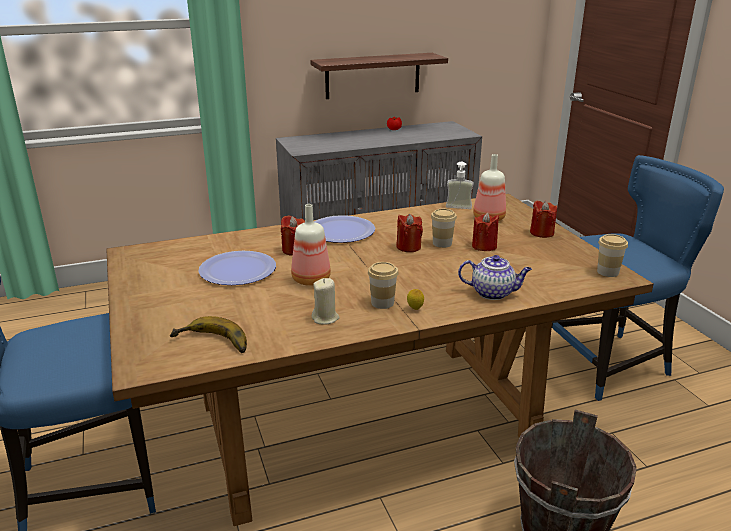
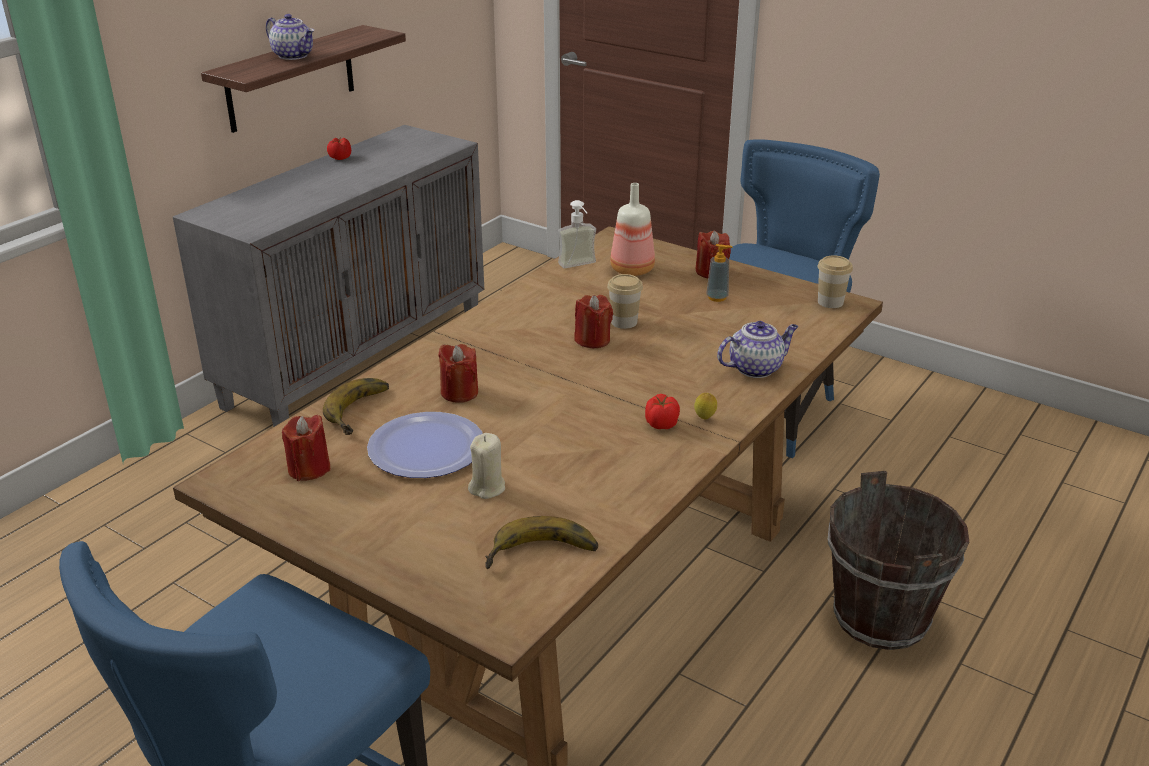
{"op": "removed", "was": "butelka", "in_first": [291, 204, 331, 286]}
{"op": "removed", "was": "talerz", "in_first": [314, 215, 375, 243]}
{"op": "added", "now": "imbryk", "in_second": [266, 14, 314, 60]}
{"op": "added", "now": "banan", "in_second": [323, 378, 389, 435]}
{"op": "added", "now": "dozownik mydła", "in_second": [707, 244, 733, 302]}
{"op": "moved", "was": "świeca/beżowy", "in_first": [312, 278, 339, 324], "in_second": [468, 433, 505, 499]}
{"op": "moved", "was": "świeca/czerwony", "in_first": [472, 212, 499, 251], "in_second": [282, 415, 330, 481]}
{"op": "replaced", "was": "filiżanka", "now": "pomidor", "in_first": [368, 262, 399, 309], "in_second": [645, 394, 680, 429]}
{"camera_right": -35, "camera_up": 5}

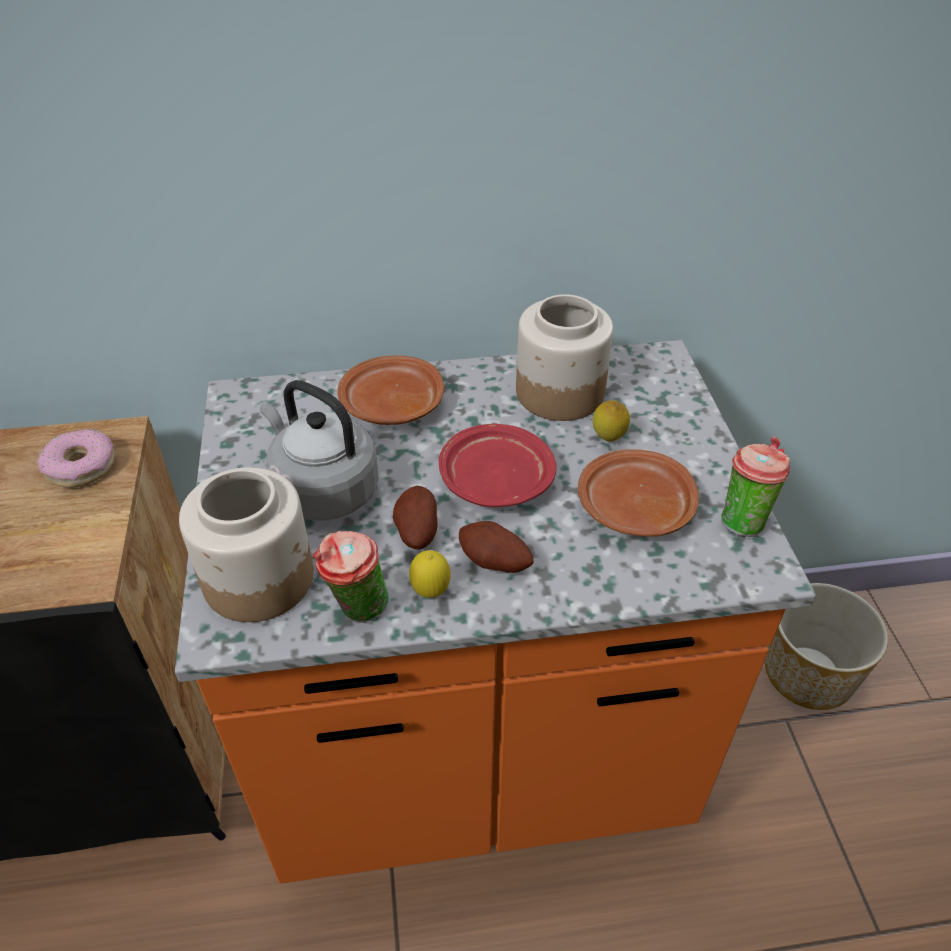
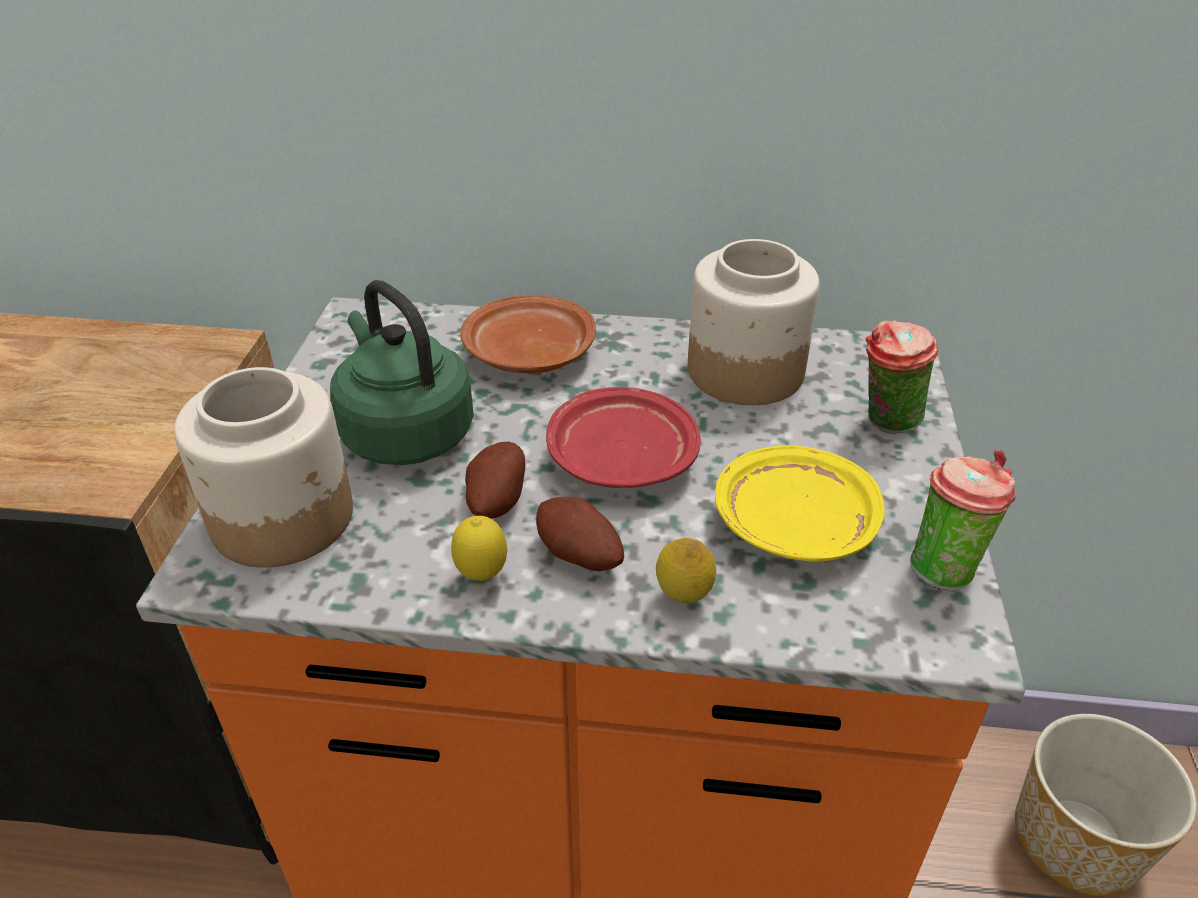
{"op": "removed", "was": "donut", "in_first": [38, 429, 115, 488]}
{"op": "moved", "was": "filiżanka", "in_first": [313, 531, 389, 623], "in_second": [865, 320, 939, 434]}
{"op": "moved", "was": "cytryna", "in_first": [593, 400, 630, 442], "in_second": [656, 538, 716, 604]}
{"op": "recoloured", "was": "czajnik/szary", "now": "czajnik/zielony", "in_first": [260, 380, 379, 521], "in_second": [330, 280, 474, 465]}
{"op": "recoloured", "was": "talerz/brązowy", "now": "talerz/żółty", "in_first": [578, 449, 699, 537], "in_second": [715, 445, 885, 562]}
{"camera_right": 15, "camera_up": -5}

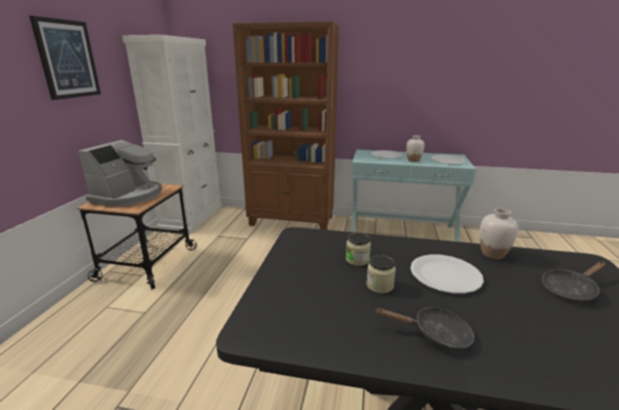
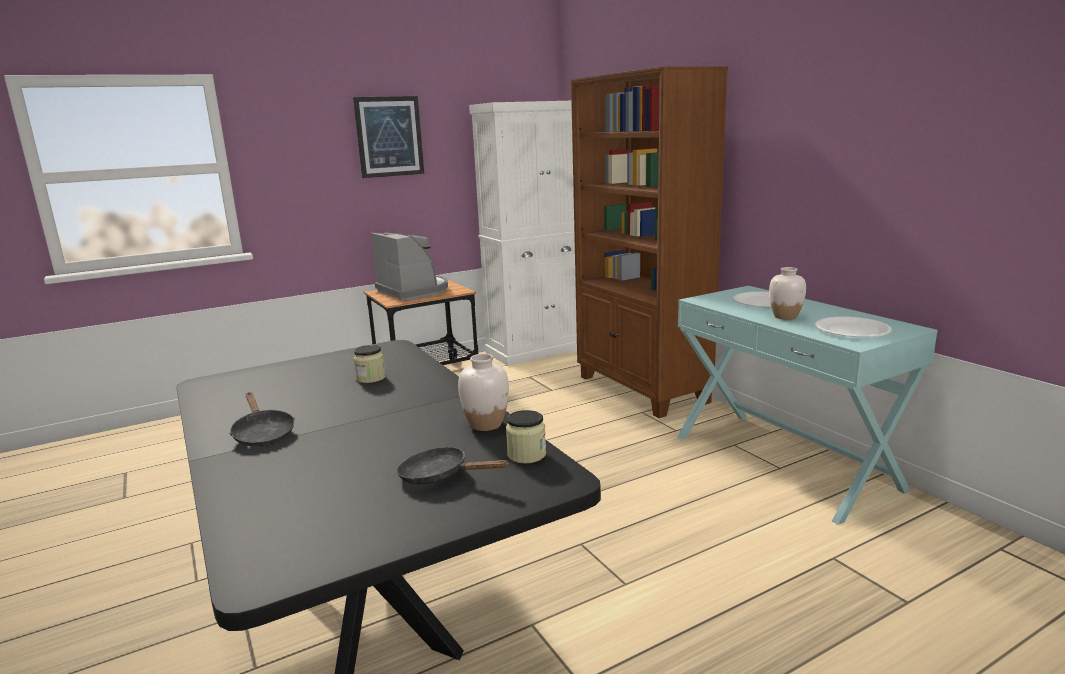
{"op": "removed", "was": "talerz/biały", "in_first": [411, 254, 484, 294]}
{"op": "moved", "was": "słoik", "in_first": [366, 255, 396, 293], "in_second": [506, 410, 546, 464]}
{"op": "turned", "was": "ekspres do kawy", "in_first": [78, 140, 162, 207], "in_second": [371, 233, 448, 301], "clockwise": -105}
{"camera_right": 50, "camera_up": -5}

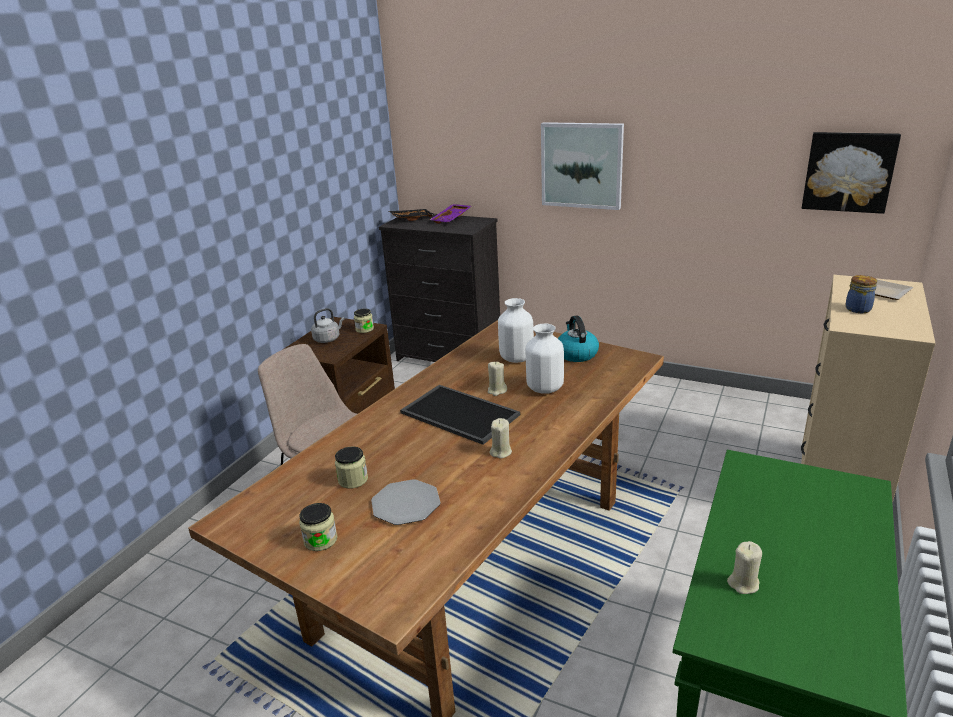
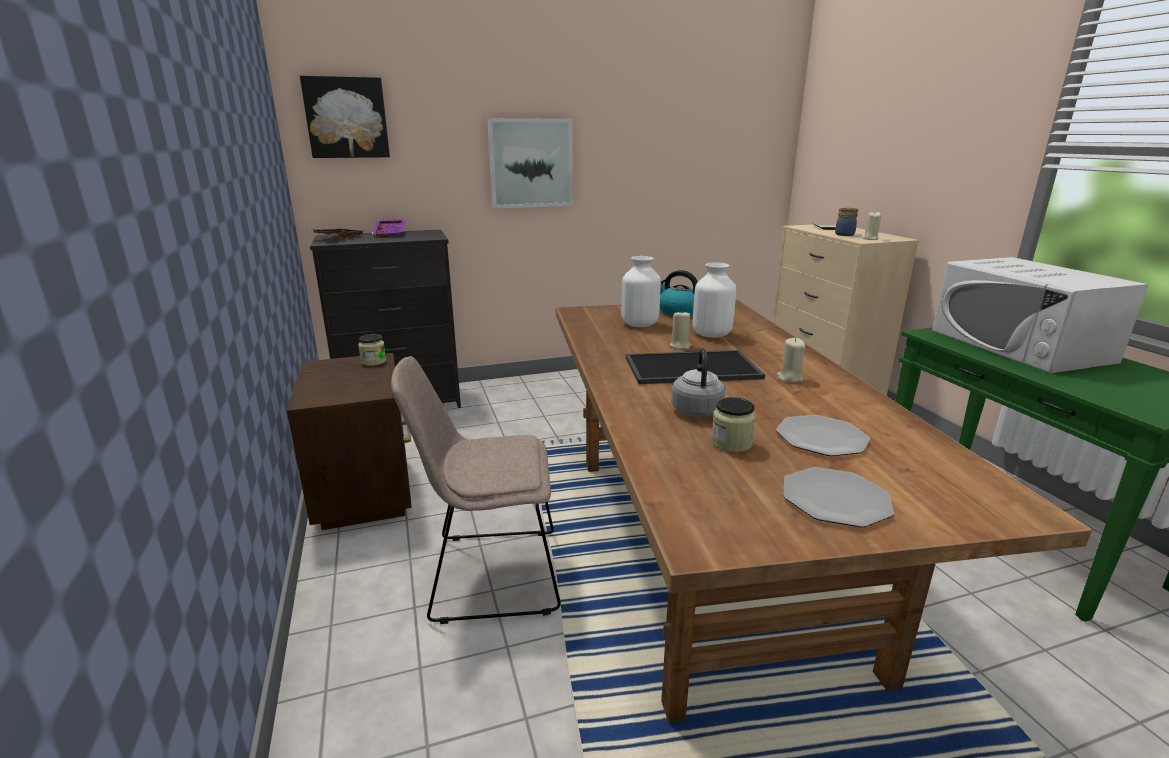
{"op": "added", "now": "mikrofalówka/biały", "in_second": [932, 257, 1149, 373]}
{"op": "moved", "was": "czajnik/szary", "in_first": [311, 308, 344, 343], "in_second": [671, 348, 725, 417]}
{"op": "moved", "was": "świeca/beżowy", "in_first": [727, 541, 762, 594], "in_second": [862, 212, 881, 240]}
{"op": "moved", "was": "obraz", "in_first": [802, 132, 901, 214], "in_second": [300, 76, 390, 158]}
{"op": "replaced", "was": "słoik", "now": "talerz", "in_first": [299, 503, 338, 551], "in_second": [783, 467, 894, 527]}
{"camera_right": -45, "camera_up": -5}

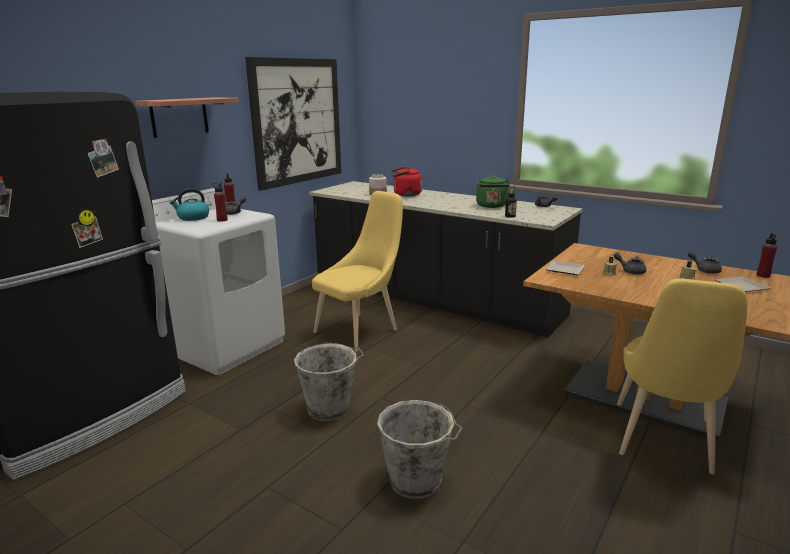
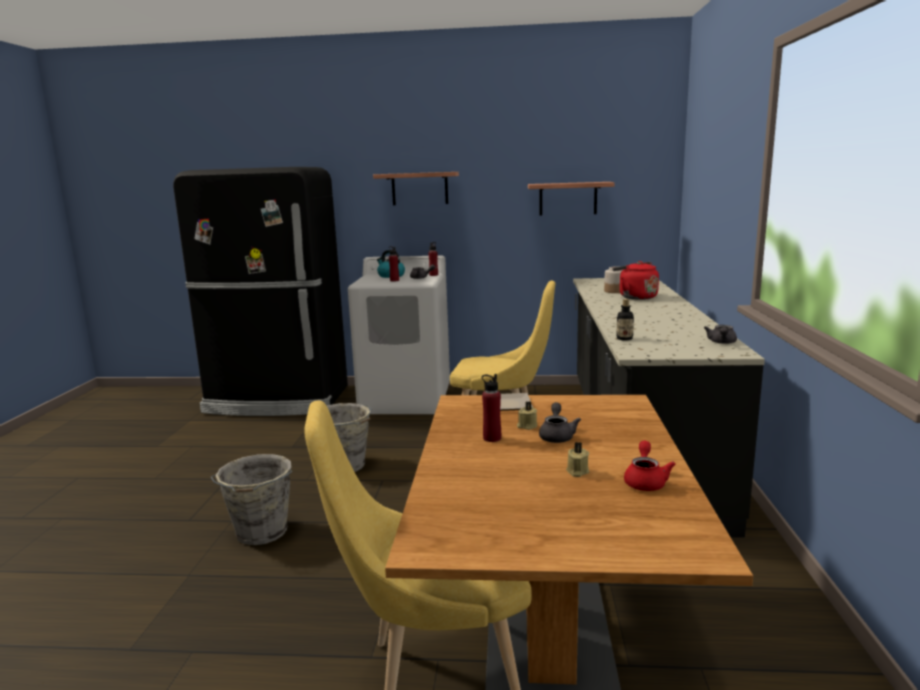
{"op": "removed", "was": "czajnik/zielony", "in_first": [476, 175, 516, 208]}
{"op": "removed", "was": "talerz", "in_first": [716, 276, 771, 292]}
{"op": "moved", "was": "butelka/czerwony", "in_first": [756, 233, 777, 278], "in_second": [482, 374, 501, 442]}
{"op": "replaced", "was": "obraz", "now": "półka", "in_first": [245, 57, 341, 191], "in_second": [528, 182, 614, 216]}
{"op": "recoloured", "was": "imbryk/szary", "now": "imbryk/czerwony", "in_first": [688, 251, 722, 274], "in_second": [624, 441, 676, 491]}
{"camera_right": 60, "camera_up": -5}

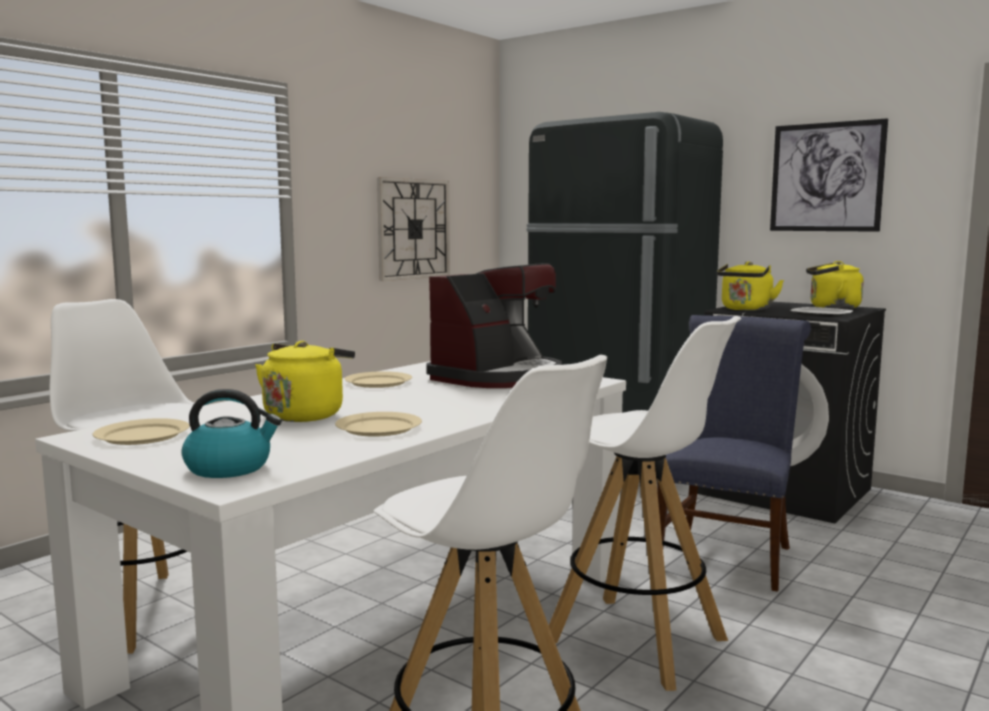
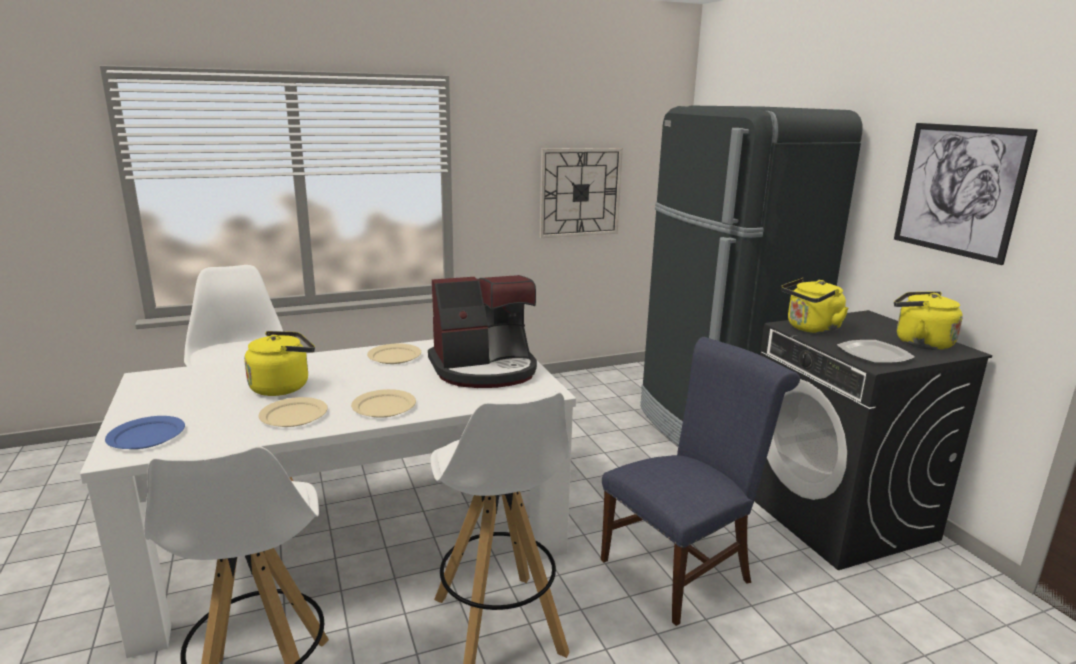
{"op": "moved", "was": "talerz/beżowy", "in_first": [93, 418, 190, 445], "in_second": [351, 389, 416, 418]}
{"op": "replaced", "was": "czajnik", "now": "talerz/niebieski", "in_first": [182, 389, 282, 478], "in_second": [105, 416, 185, 449]}
{"camera_right": 30, "camera_up": 10}

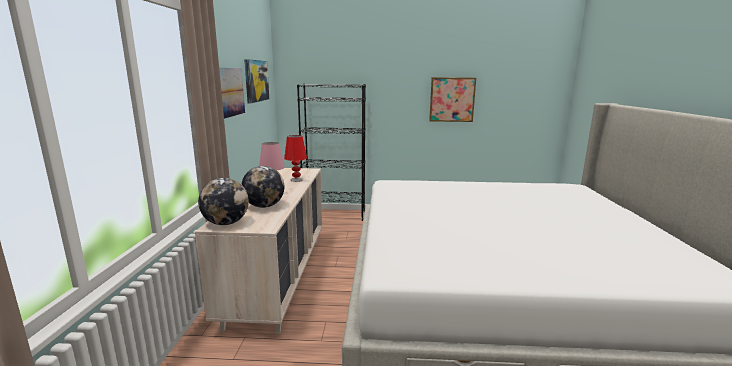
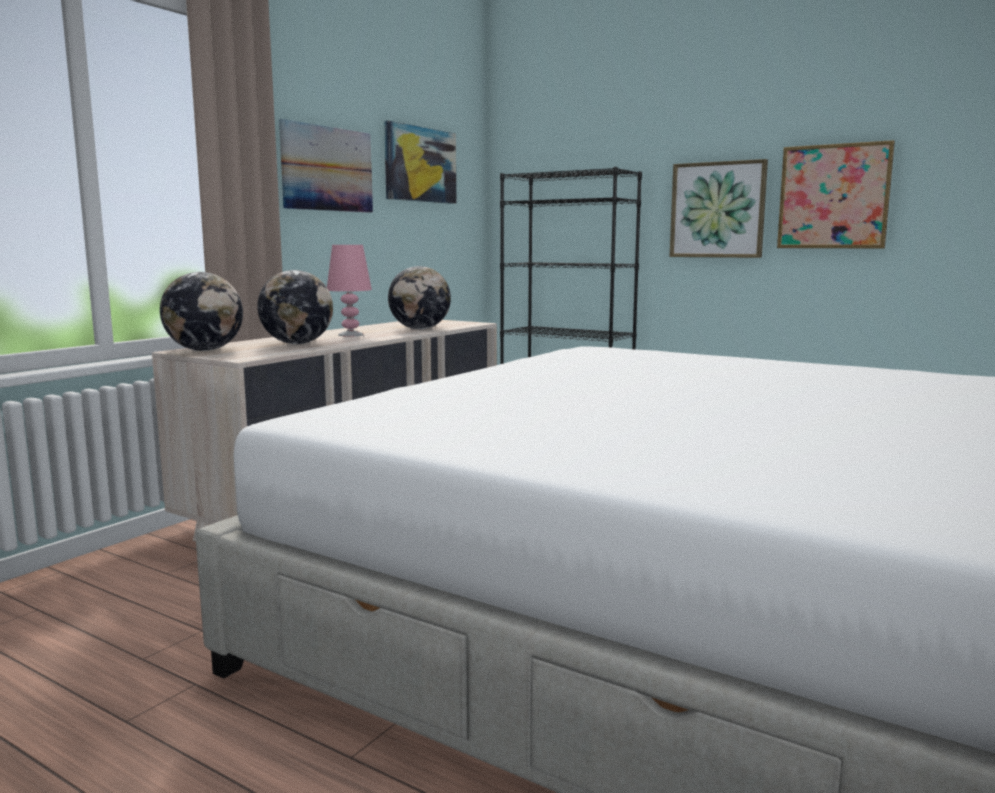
{"op": "added", "now": "obraz", "in_second": [670, 159, 768, 258]}
{"op": "replaced", "was": "lampa stołowa/czerwony", "now": "globus", "in_first": [284, 135, 307, 182], "in_second": [388, 266, 451, 329]}
{"camera_right": 30, "camera_up": -5}

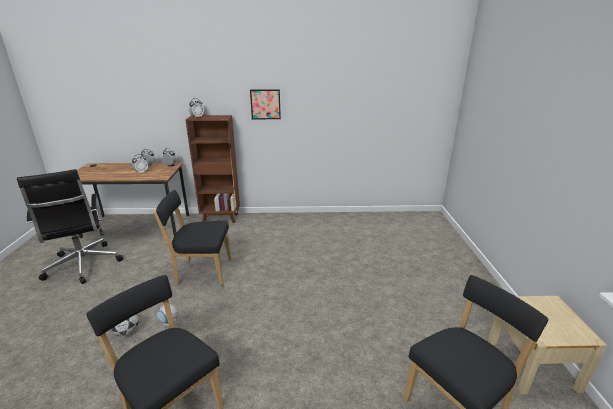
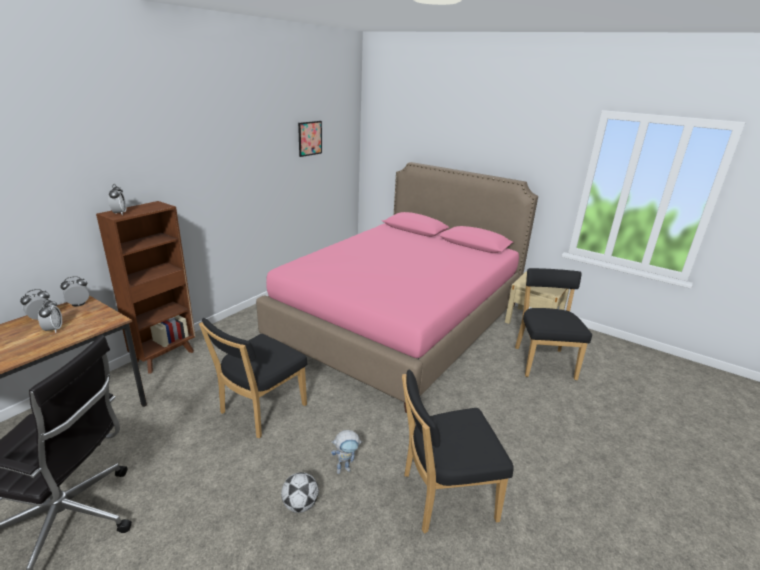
{"op": "added", "now": "łóżko/różowy", "in_second": [256, 162, 538, 413]}
{"op": "moved", "was": "obraz", "in_first": [250, 89, 281, 119], "in_second": [298, 121, 322, 157]}
{"camera_right": -55, "camera_up": 0}

